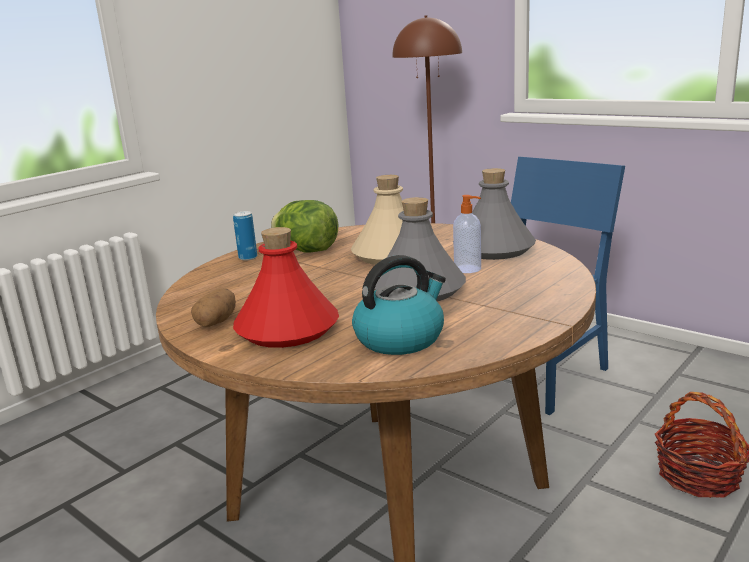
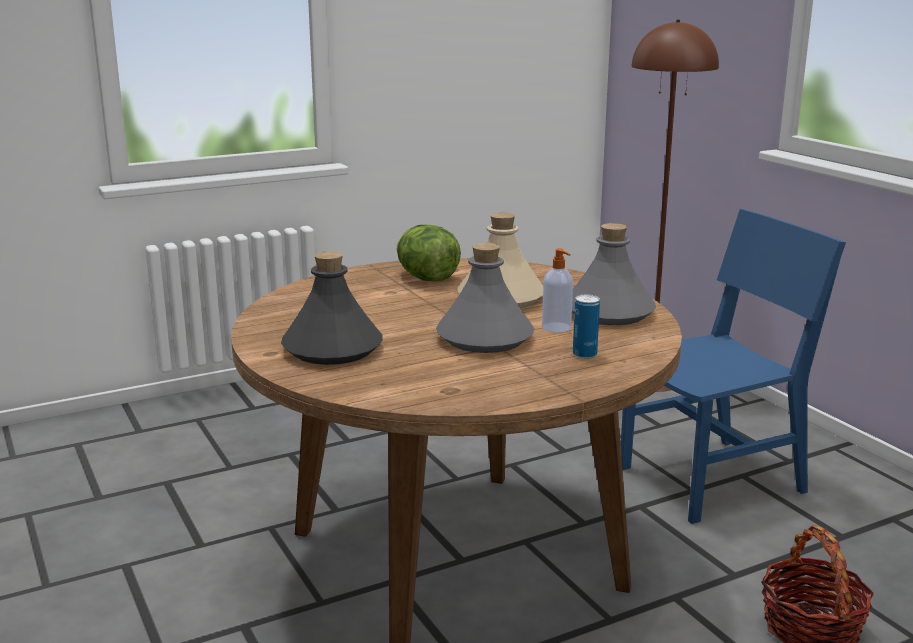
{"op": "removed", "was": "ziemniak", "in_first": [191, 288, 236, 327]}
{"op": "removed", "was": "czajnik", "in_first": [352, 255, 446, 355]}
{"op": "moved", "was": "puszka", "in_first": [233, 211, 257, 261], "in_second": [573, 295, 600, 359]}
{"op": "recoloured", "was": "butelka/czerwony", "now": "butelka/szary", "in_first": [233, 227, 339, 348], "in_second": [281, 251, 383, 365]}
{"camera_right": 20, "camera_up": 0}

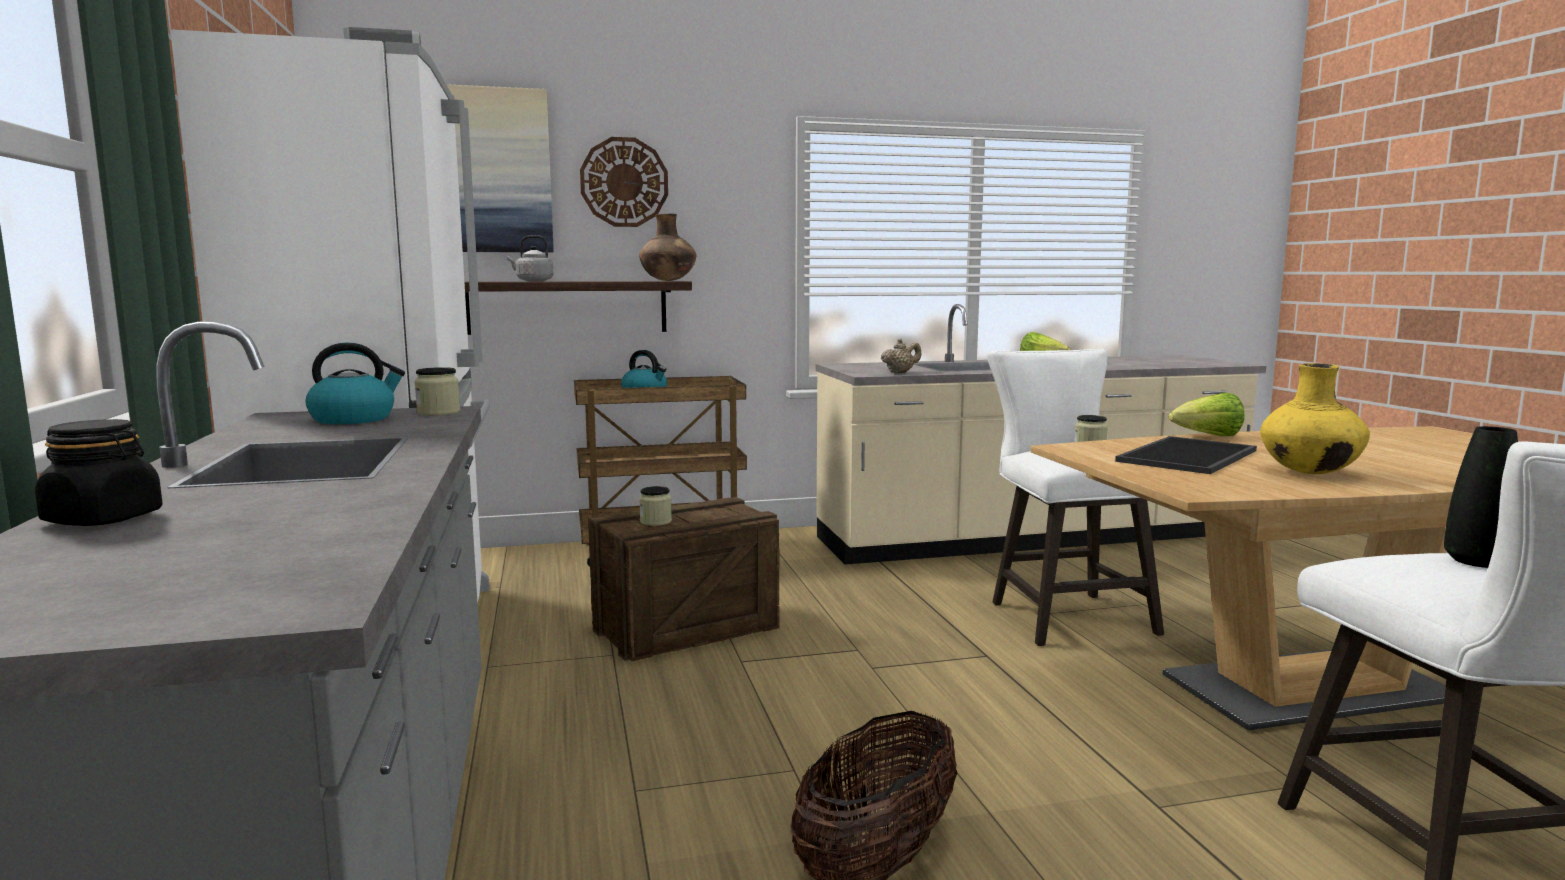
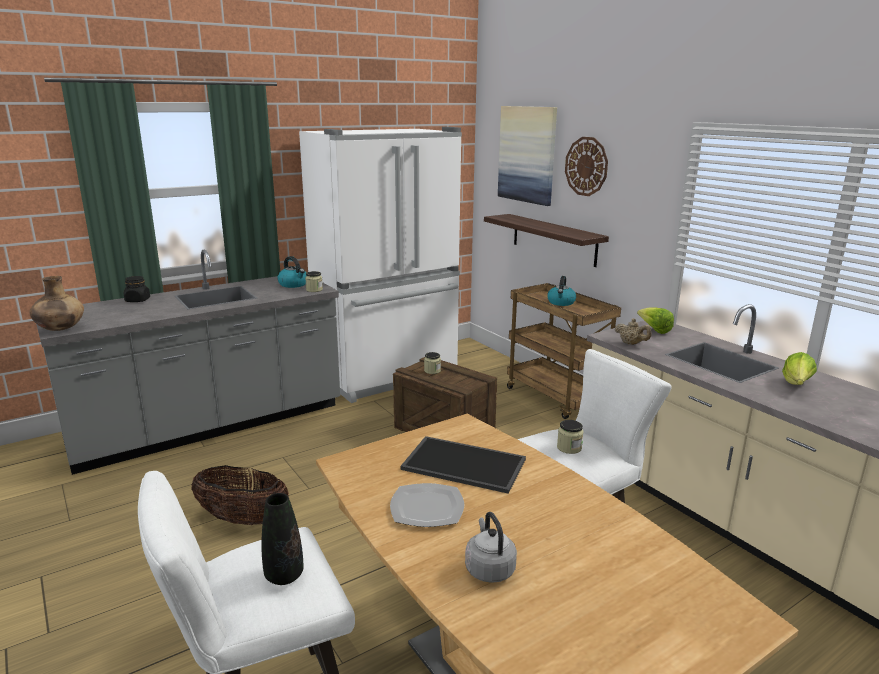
{"op": "moved", "was": "czajnik/szary", "in_first": [507, 235, 553, 281], "in_second": [465, 512, 517, 583]}
{"op": "moved", "was": "wazon/brązowy", "in_first": [639, 214, 696, 281], "in_second": [29, 276, 84, 331]}
{"op": "moved", "was": "sałata", "in_first": [1169, 392, 1245, 436], "in_second": [637, 307, 674, 334]}
{"op": "replaced", "was": "wazon/żółty", "now": "talerz", "in_first": [1260, 363, 1370, 474], "in_second": [390, 483, 464, 527]}
{"camera_right": 70, "camera_up": 10}

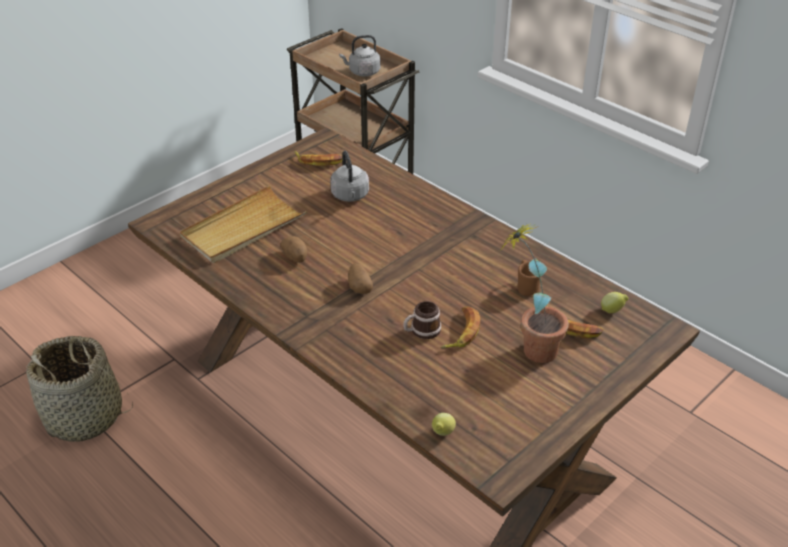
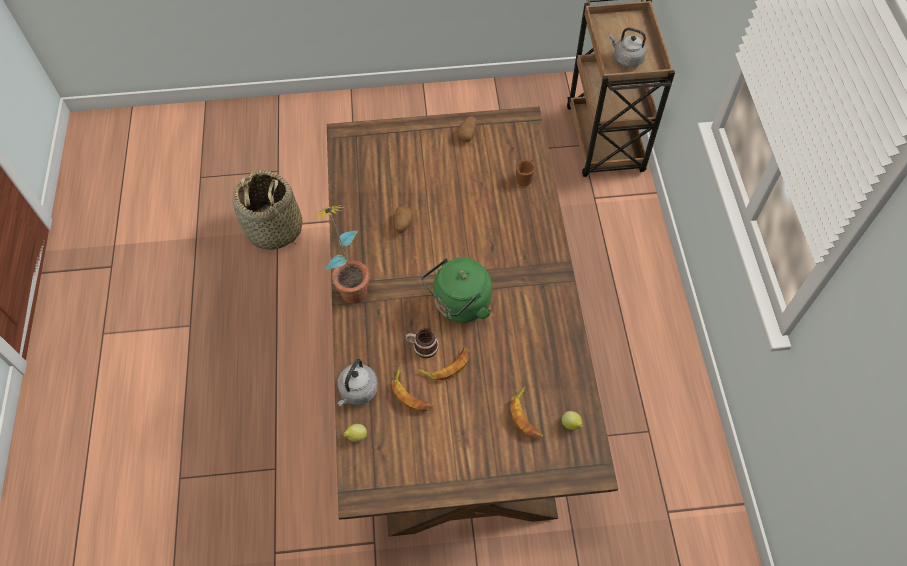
{"op": "removed", "was": "taca/beżowy", "in_first": [180, 185, 307, 263]}
{"op": "added", "now": "czajnik/zielony", "in_second": [421, 257, 492, 323]}
{"op": "moved", "was": "banan", "in_first": [294, 151, 343, 166], "in_second": [391, 367, 433, 411]}
{"op": "moved", "was": "czajnik/szary", "in_first": [330, 151, 369, 202], "in_second": [337, 359, 378, 406]}
{"op": "moved", "was": "ziemniak", "in_first": [348, 263, 373, 294], "in_second": [457, 116, 477, 142]}
{"op": "moved", "was": "roślina doniczkowa", "in_first": [501, 223, 569, 363], "in_second": [312, 205, 370, 303]}
{"op": "moved", "was": "kubek/brązowy", "in_first": [518, 260, 541, 296], "in_second": [516, 158, 535, 186]}
{"camera_right": 40, "camera_up": 20}

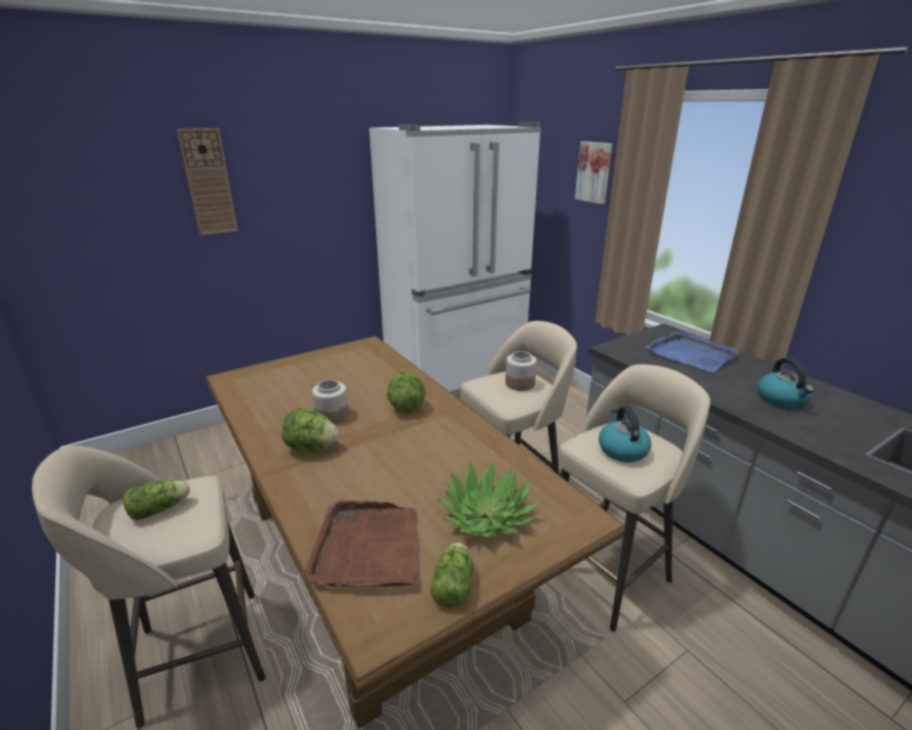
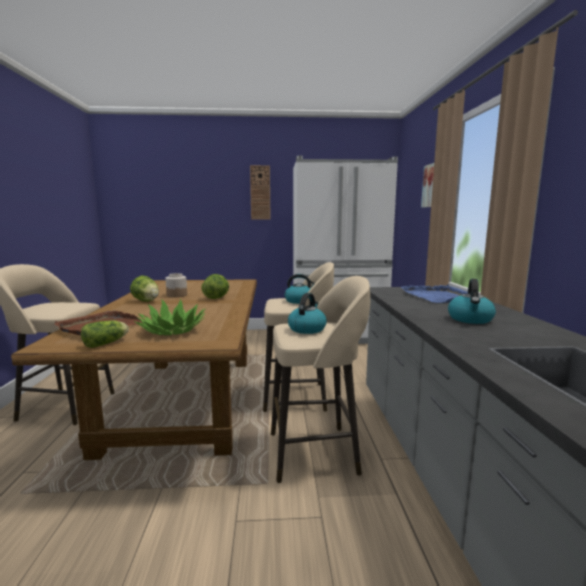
{"op": "removed", "was": "sałata", "in_first": [123, 480, 190, 520]}
{"op": "moved", "was": "zegar ścienny", "in_first": [177, 128, 238, 236], "in_second": [250, 165, 271, 219]}
{"op": "replaced", "was": "słoik", "now": "czajnik", "in_first": [505, 351, 537, 391], "in_second": [284, 274, 315, 304]}
{"camera_right": 30, "camera_up": -15}

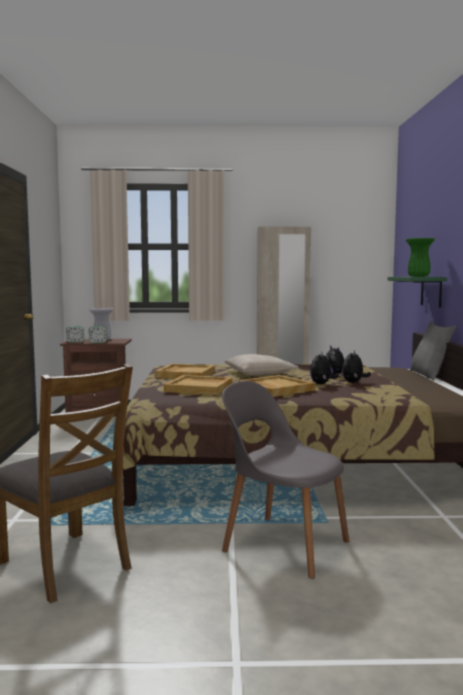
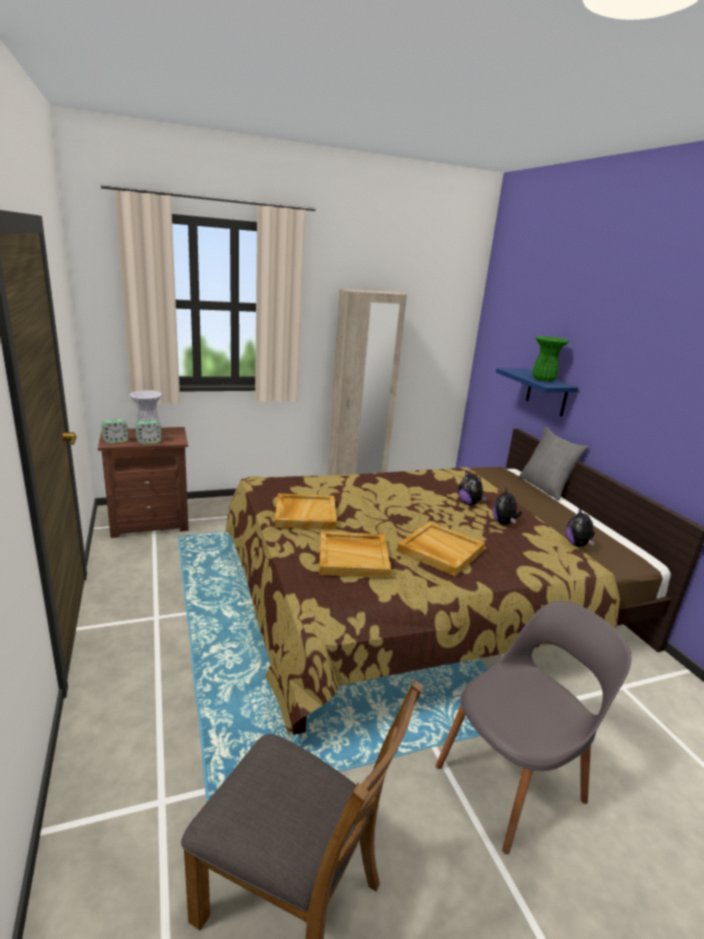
{"op": "removed", "was": "poduszka/beżowy", "in_first": [225, 354, 299, 376]}
{"op": "moved", "was": "pluszak", "in_first": [310, 351, 339, 384], "in_second": [566, 507, 595, 547]}
{"op": "recoloured", "was": "półka/zielony", "now": "półka/niebieski", "in_first": [388, 277, 447, 308], "in_second": [496, 368, 578, 416]}
{"op": "turned", "was": "krzesło/szary", "in_first": [222, 381, 349, 579], "in_second": [436, 601, 631, 854], "clockwise": 135}
{"camera_right": -20, "camera_up": 15}

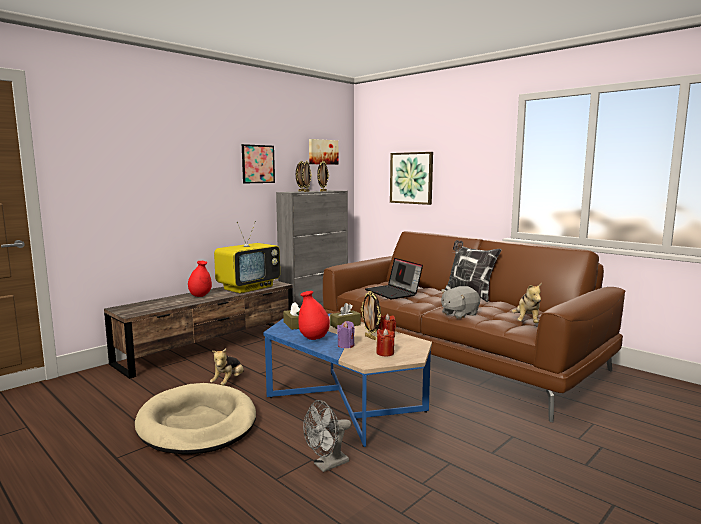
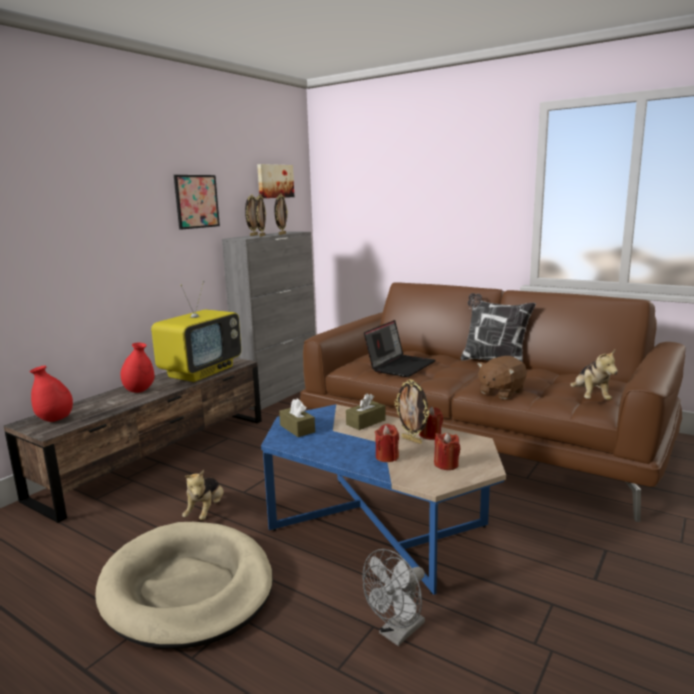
{"op": "removed", "was": "obraz", "in_first": [390, 152, 433, 205]}
{"op": "moved", "was": "wazon/czerwony", "in_first": [298, 291, 330, 340], "in_second": [30, 366, 73, 422]}
{"op": "recoloured", "was": "świeca/fioletowy", "now": "świeca/czerwony", "in_first": [337, 321, 355, 348], "in_second": [375, 424, 399, 462]}
{"op": "recoloured", "was": "pluszak/szary", "now": "pluszak/brązowy", "in_first": [441, 286, 480, 319], "in_second": [477, 356, 527, 399]}
{"op": "turned", "was": "laptop", "in_first": [365, 258, 423, 299], "in_second": [364, 320, 435, 377], "clockwise": -105}
{"camera_right": -10, "camera_up": 5}

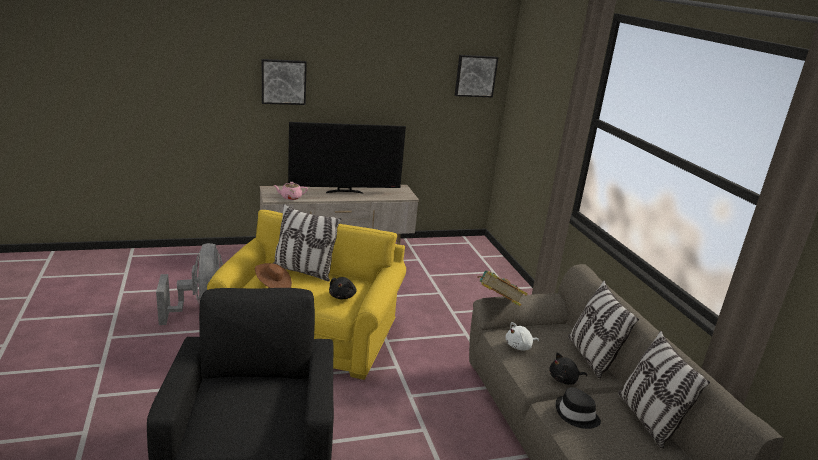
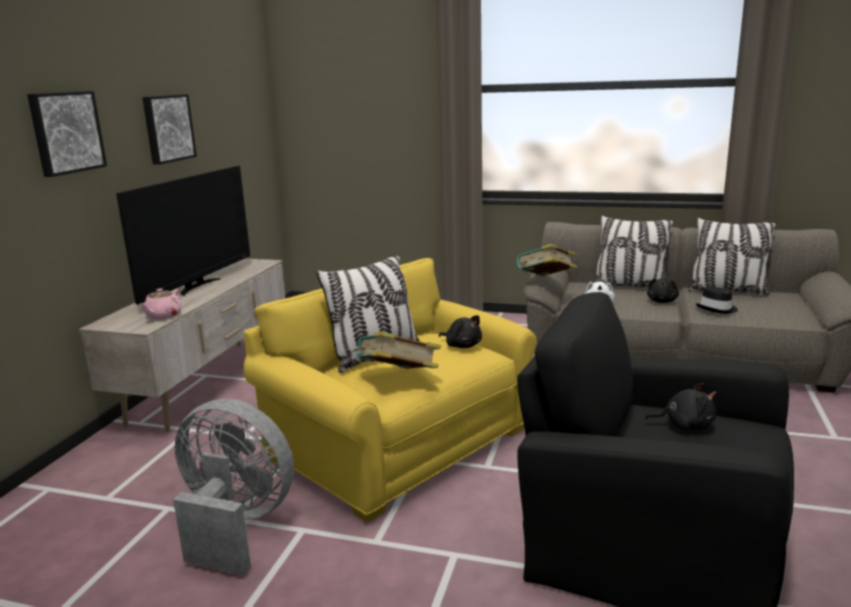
{"op": "added", "now": "pluszak/czarny", "in_second": [645, 383, 716, 431]}
{"op": "moved", "was": "obraz", "in_first": [455, 55, 498, 97], "in_second": [142, 94, 197, 165]}
{"op": "replaced", "was": "kapelusz/brązowy", "now": "książka", "in_first": [255, 263, 292, 288], "in_second": [353, 331, 441, 369]}
{"camera_right": -55, "camera_up": -5}

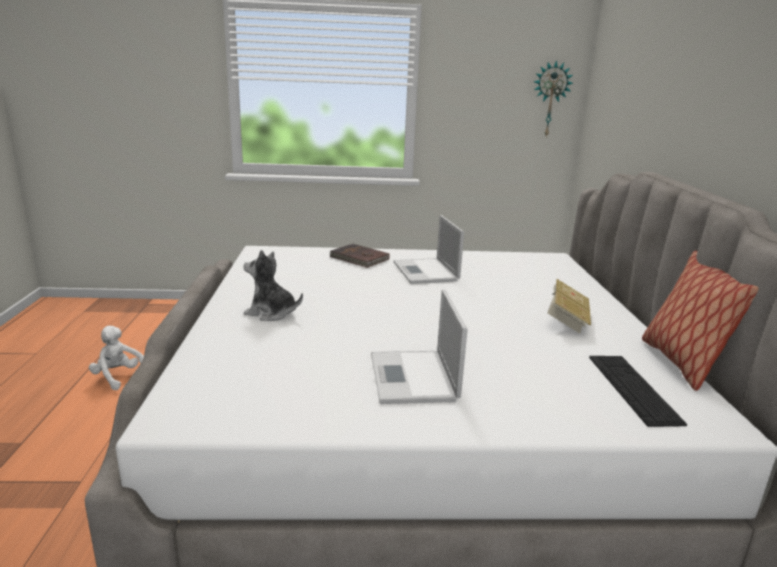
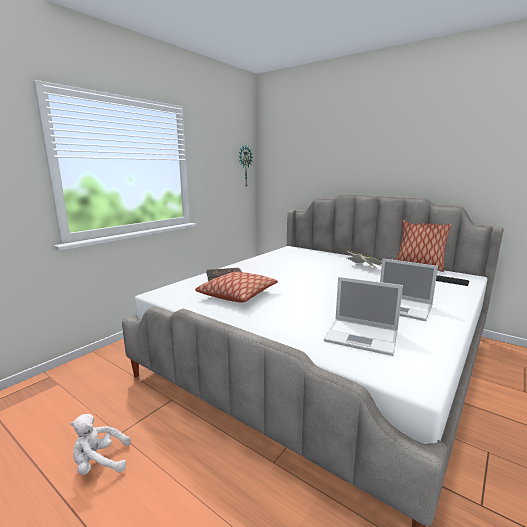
{"op": "removed", "was": "pluszak", "in_first": [243, 250, 303, 321]}
{"op": "added", "now": "poduszka", "in_second": [195, 272, 278, 303]}
{"op": "moved", "was": "laptop", "in_first": [393, 215, 464, 284], "in_second": [324, 277, 403, 356]}
{"camera_right": -50, "camera_up": -5}

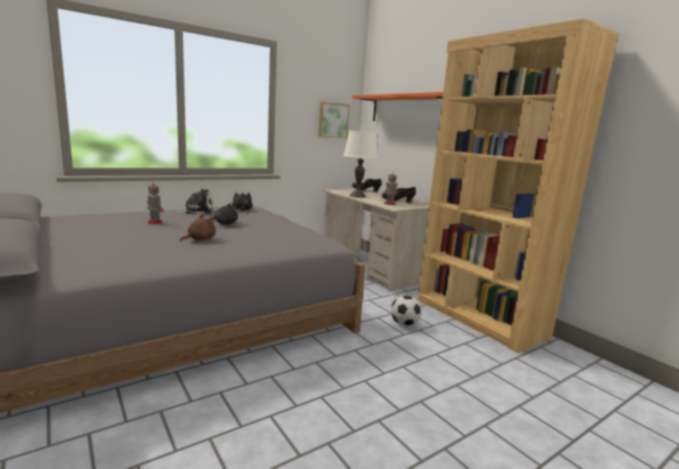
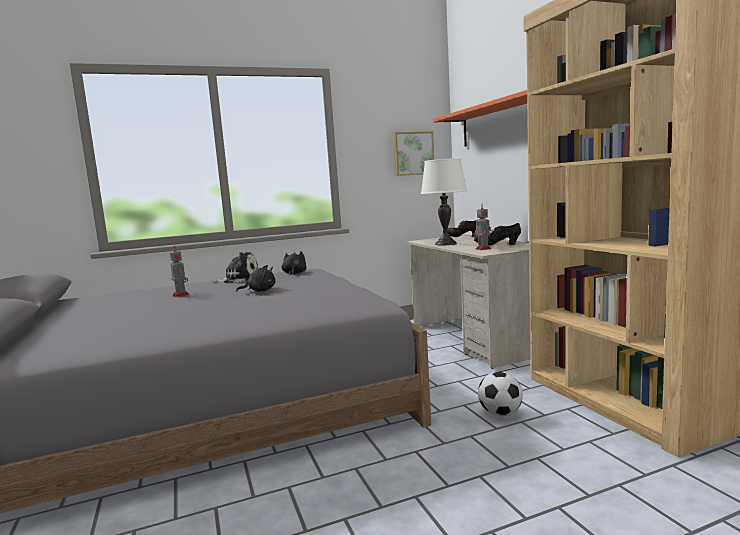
{"op": "removed", "was": "pluszak/brązowy", "in_first": [180, 214, 216, 242]}
{"camera_right": 15, "camera_up": -5}

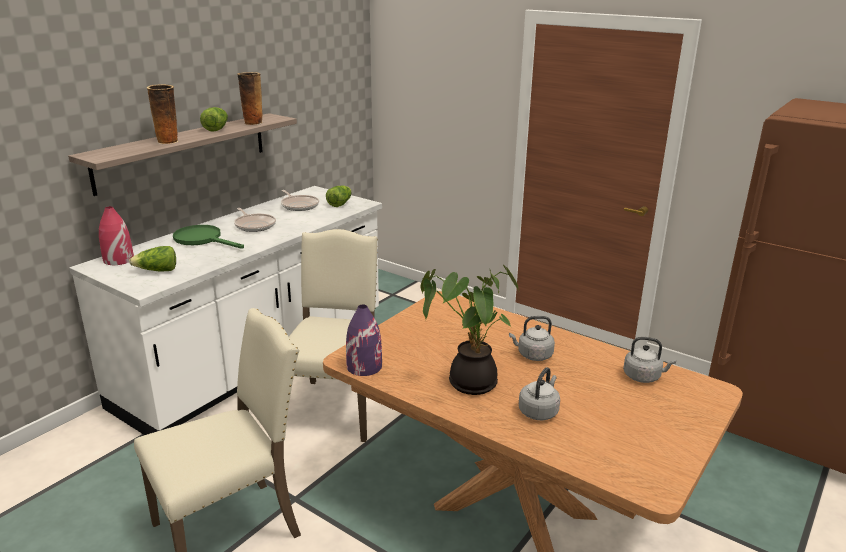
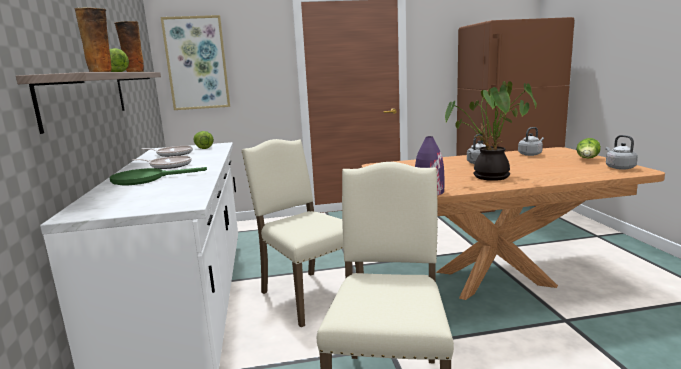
{"op": "removed", "was": "wazon/czerwony", "in_first": [99, 206, 134, 265]}
{"op": "added", "now": "obraz", "in_second": [161, 15, 230, 110]}
{"op": "moved", "was": "sałata", "in_first": [129, 246, 176, 271], "in_second": [576, 138, 601, 159]}
{"op": "moved", "was": "czajnik/szary", "in_first": [519, 367, 560, 420], "in_second": [606, 135, 638, 170]}
{"camera_right": -45, "camera_up": -10}

